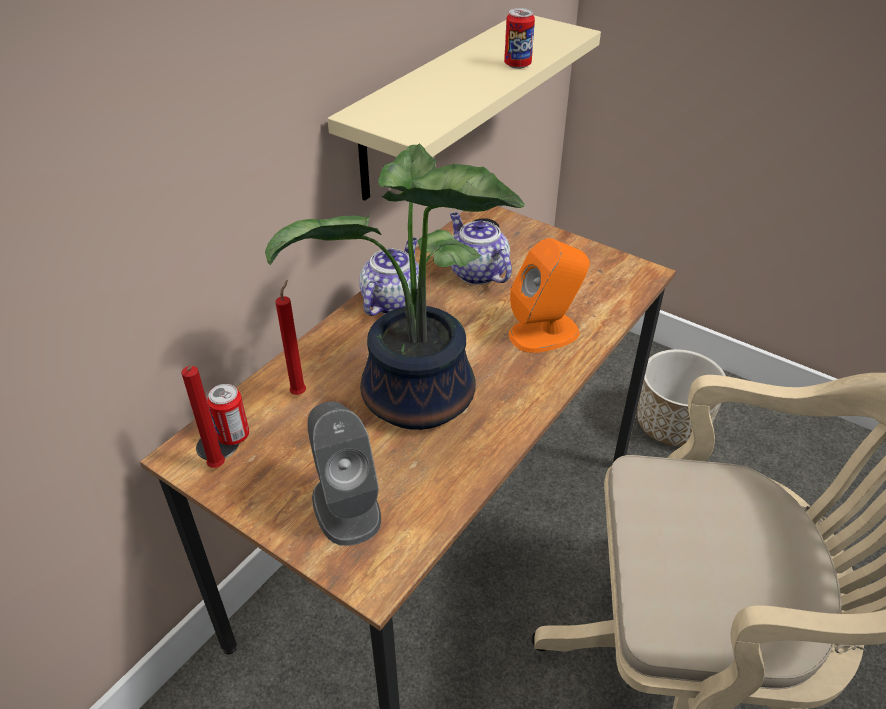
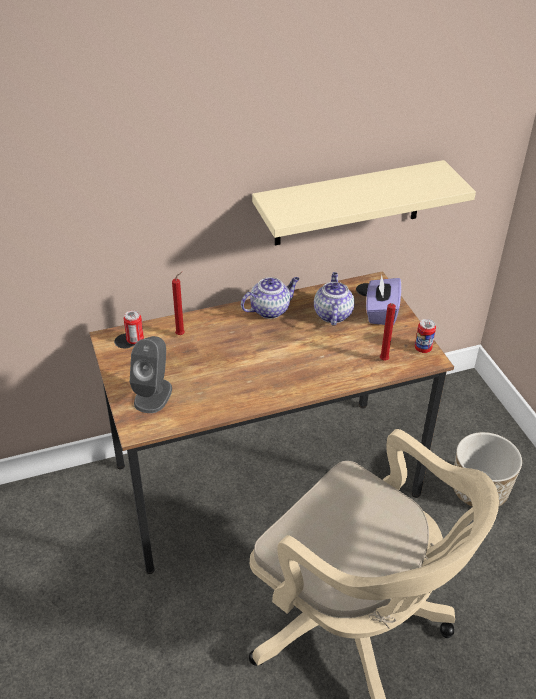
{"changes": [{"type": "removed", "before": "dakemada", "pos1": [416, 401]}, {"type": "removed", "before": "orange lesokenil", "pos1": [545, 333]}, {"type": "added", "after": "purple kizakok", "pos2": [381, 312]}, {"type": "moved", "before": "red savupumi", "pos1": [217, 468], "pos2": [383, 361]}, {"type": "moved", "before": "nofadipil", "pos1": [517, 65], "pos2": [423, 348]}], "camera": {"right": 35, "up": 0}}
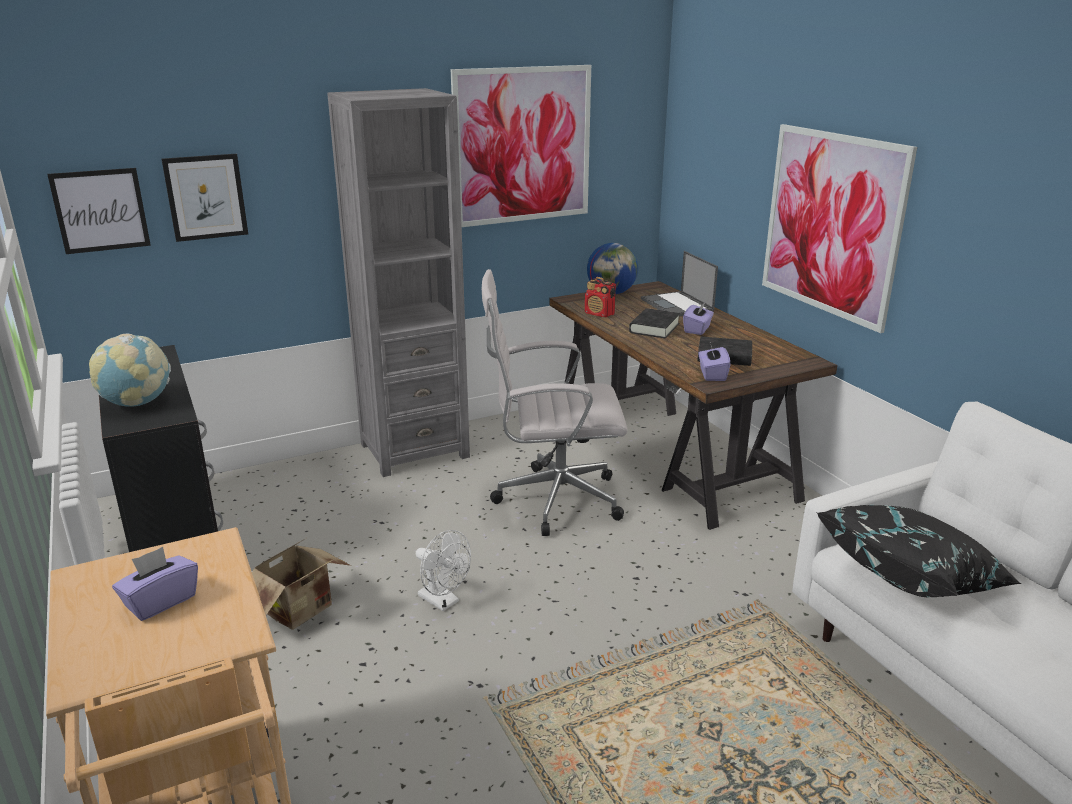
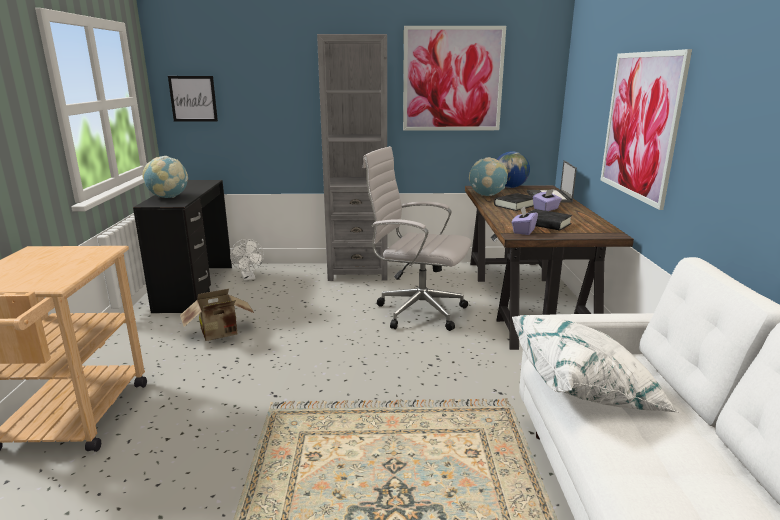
{"changes": [{"type": "removed", "before": "purple kizakok", "pos1": [160, 601]}, {"type": "removed", "before": "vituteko", "pos1": [206, 197]}, {"type": "moved", "before": "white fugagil", "pos1": [443, 601], "pos2": [249, 278]}, {"type": "replaced", "before": "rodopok", "after": "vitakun", "pos1": [599, 314], "pos2": [487, 195]}, {"type": "recoloured", "before": "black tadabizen", "after": "white tadabizen", "pos1": [912, 577], "pos2": [585, 387]}], "camera": {"right": 25, "up": -5}}
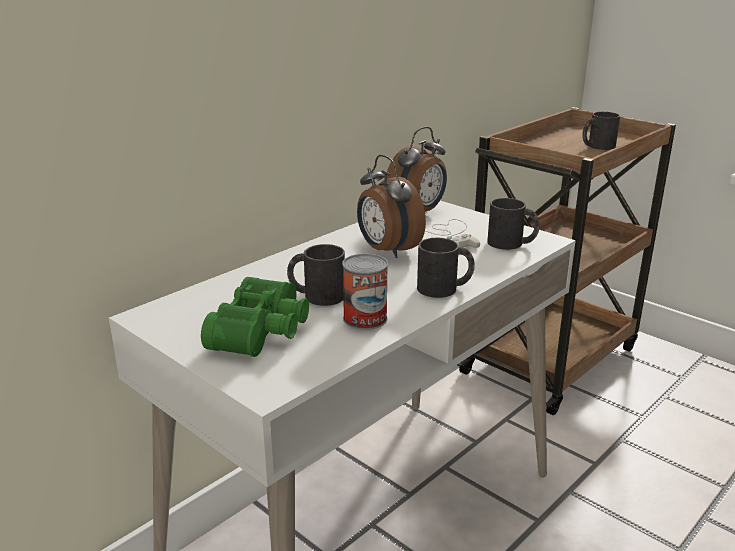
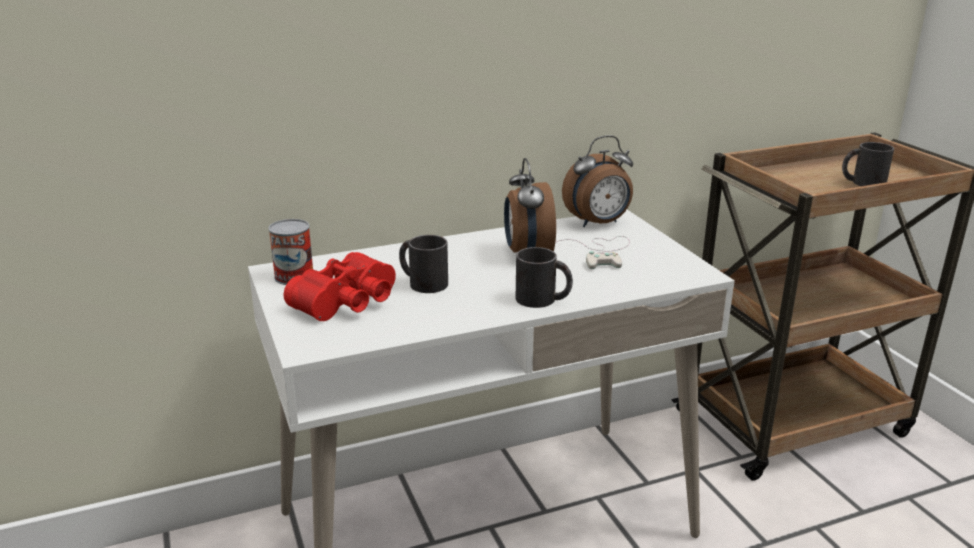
{"changes": [{"type": "removed", "before": "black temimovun", "pos1": [512, 243]}, {"type": "moved", "before": "nofadipil", "pos1": [365, 318], "pos2": [294, 276]}, {"type": "recoloured", "before": "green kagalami", "after": "red kagalami", "pos1": [264, 332], "pos2": [349, 303]}], "camera": {"right": 25, "up": 0}}
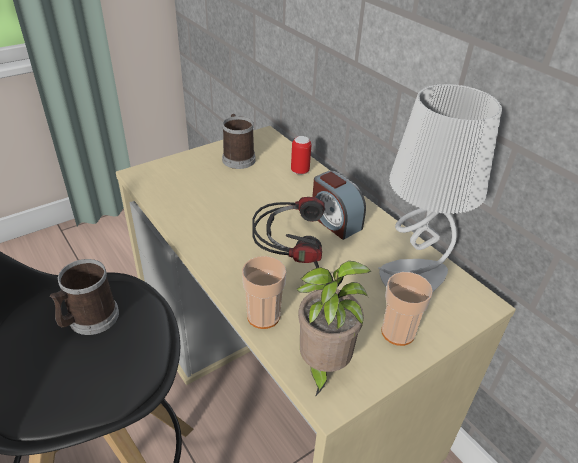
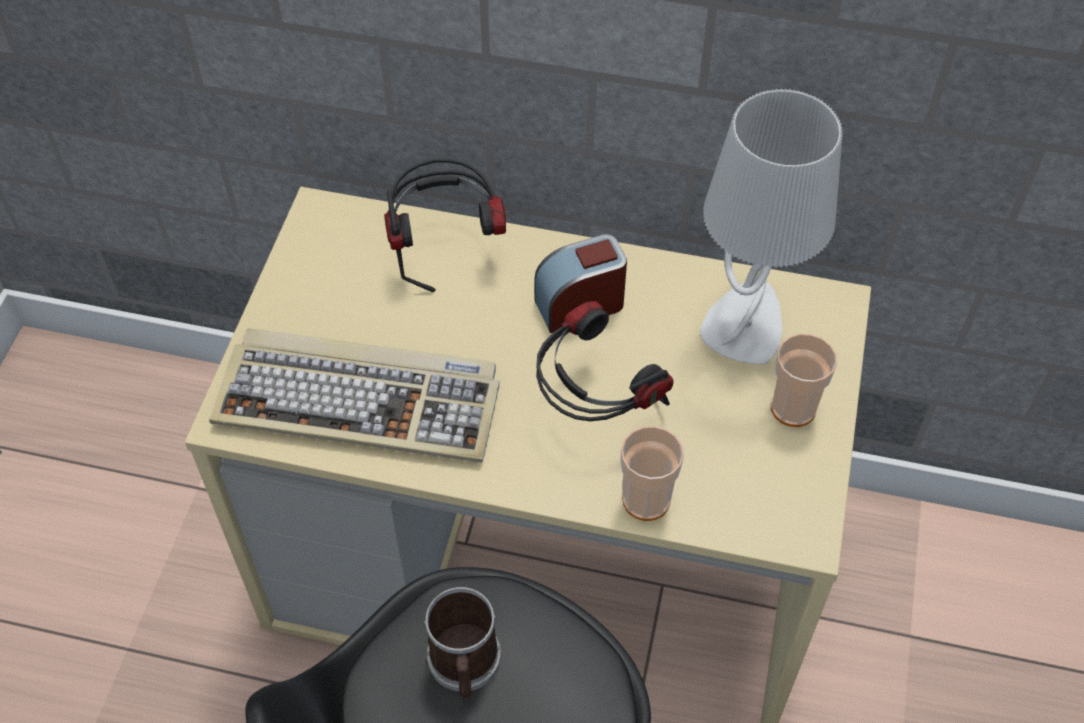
{"changes": [{"type": "removed", "before": "temimovun", "pos1": [238, 157]}, {"type": "removed", "before": "dakemada", "pos1": [322, 367]}, {"type": "added", "after": "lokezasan", "pos2": [361, 400]}, {"type": "replaced", "before": "nofadipil", "after": "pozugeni", "pos1": [300, 171], "pos2": [446, 249]}, {"type": "turned", "before": "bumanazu", "pos1": [334, 221], "pos2": [580, 304], "turn": 150}], "camera": {"right": -40, "up": 15}}
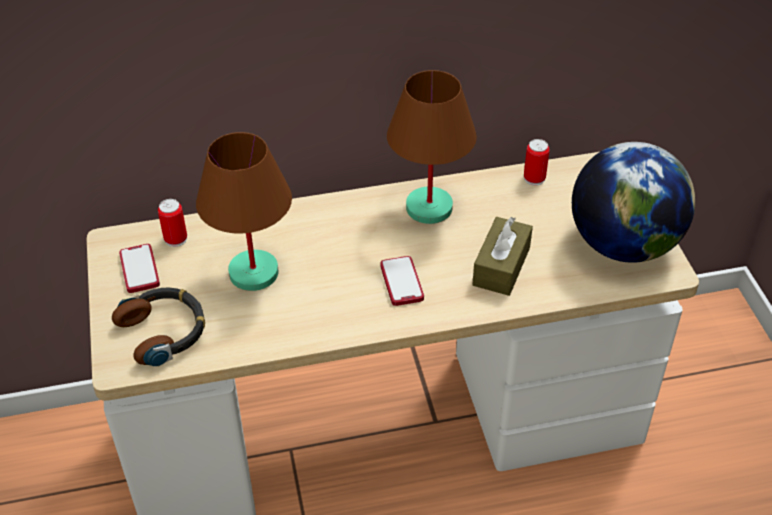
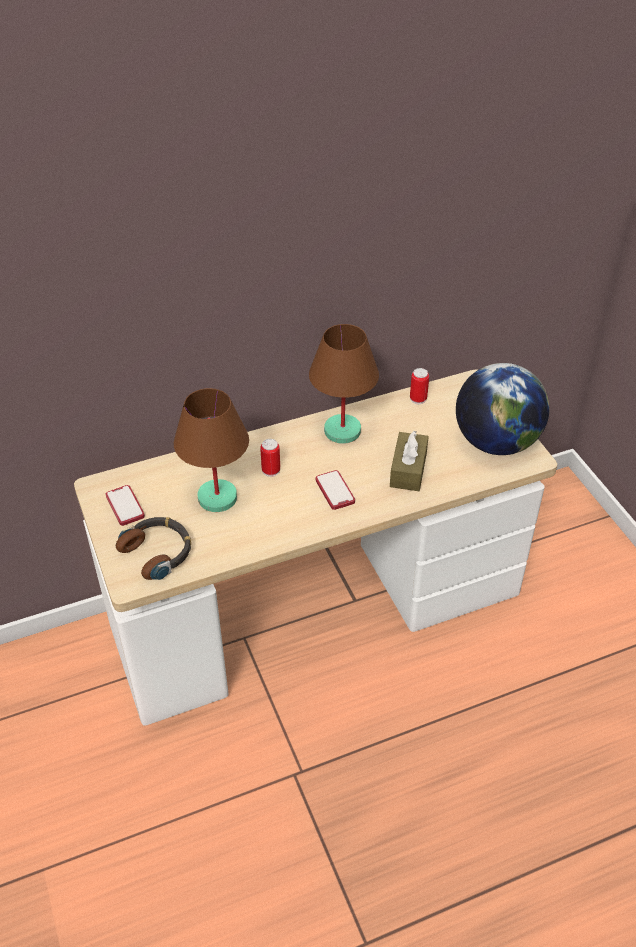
{"changes": [{"type": "moved", "before": "nofadipil", "pos1": [175, 239], "pos2": [271, 470]}], "camera": {"right": -10, "up": 0}}
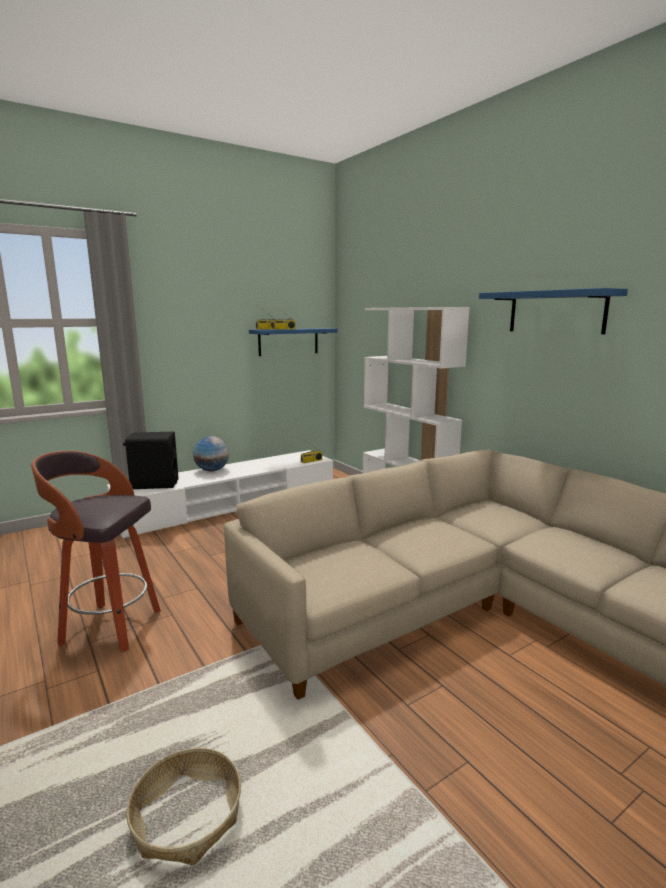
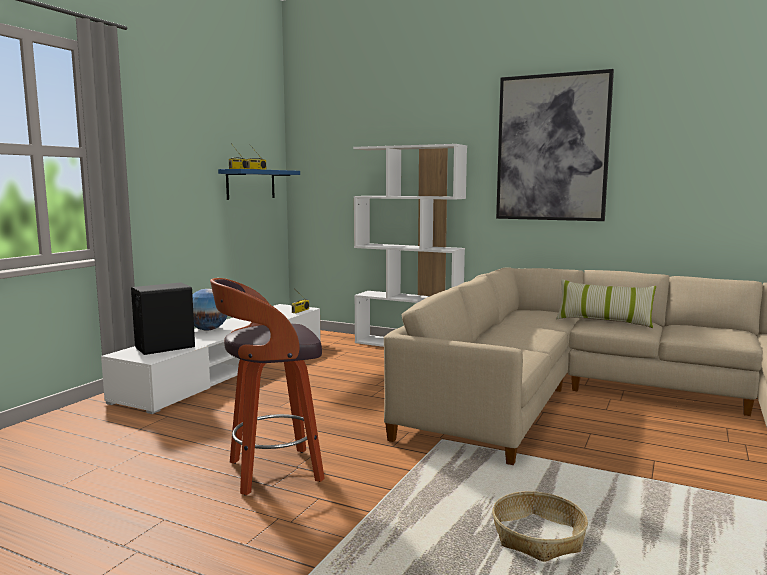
{"changes": [{"type": "added", "after": "tadabizen", "pos2": [603, 321]}, {"type": "replaced", "before": "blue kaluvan", "after": "vituteko", "pos1": [556, 312], "pos2": [552, 148]}], "camera": {"right": -30, "up": -5}}
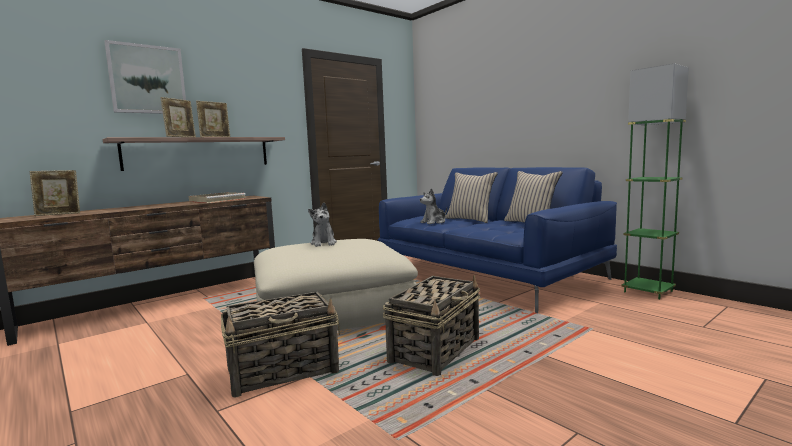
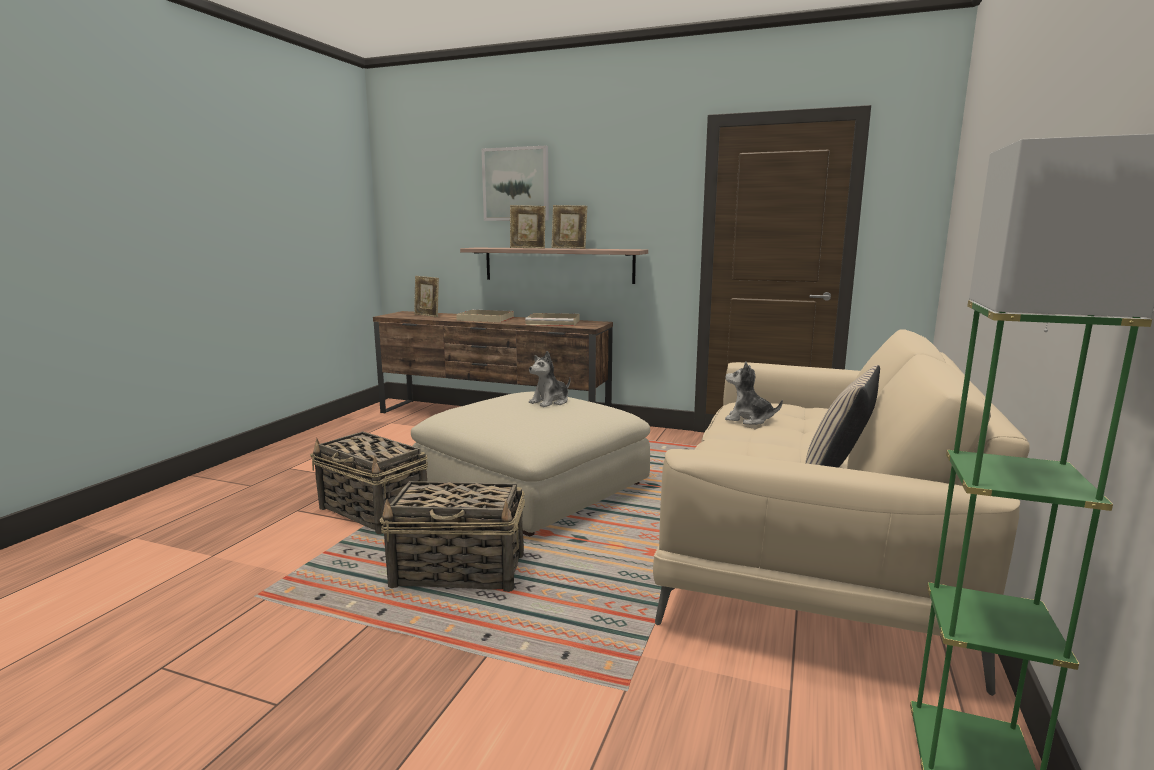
{"changes": [{"type": "removed", "before": "beige tadabizen", "pos1": [470, 219]}, {"type": "added", "after": "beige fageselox", "pos2": [484, 319]}, {"type": "recoloured", "before": "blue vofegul", "after": "beige vofegul", "pos1": [487, 274], "pos2": [812, 546]}], "camera": {"right": 60, "up": 5}}
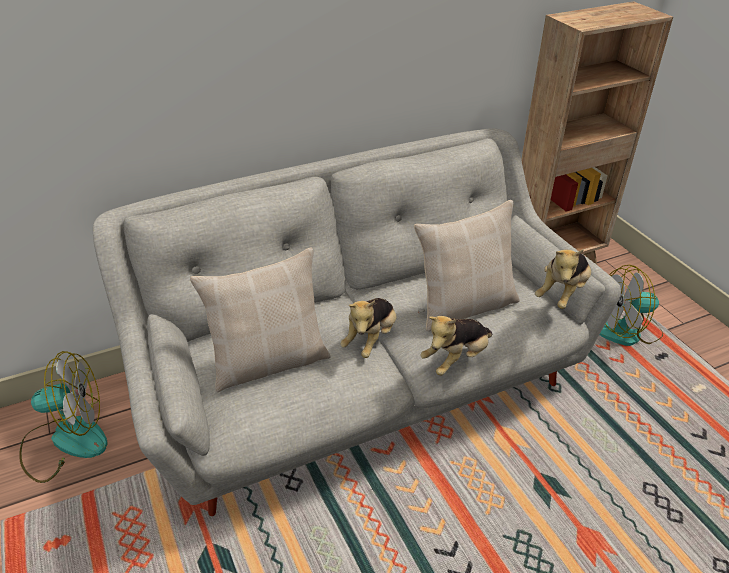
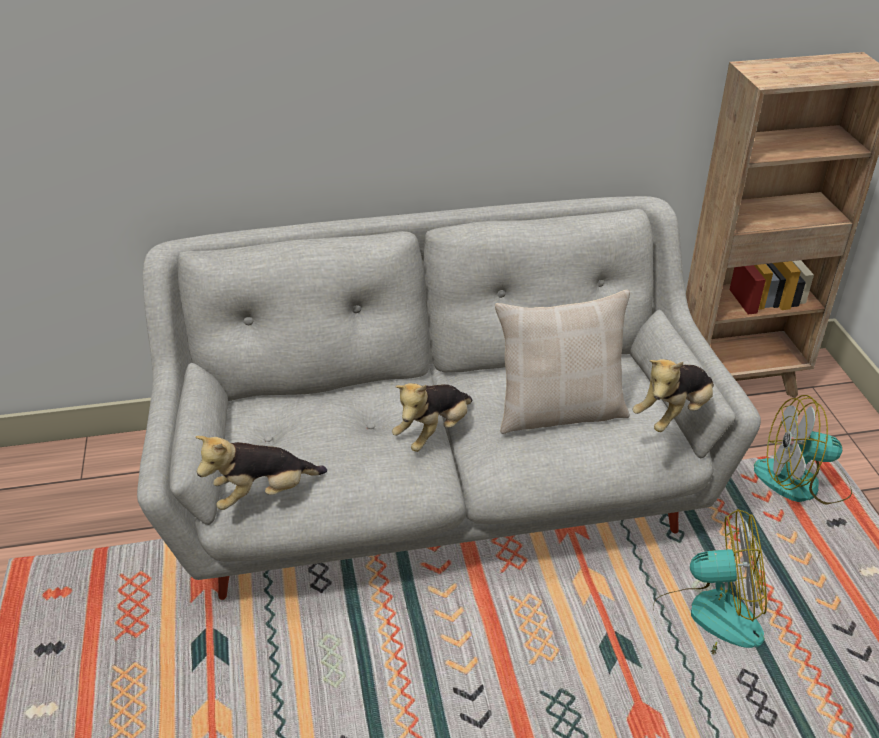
{"changes": [{"type": "removed", "before": "beige tadabizen", "pos1": [269, 361]}, {"type": "moved", "before": "fugagil", "pos1": [65, 441], "pos2": [707, 619]}, {"type": "moved", "before": "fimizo", "pos1": [456, 359], "pos2": [263, 494]}], "camera": {"right": 15, "up": 0}}
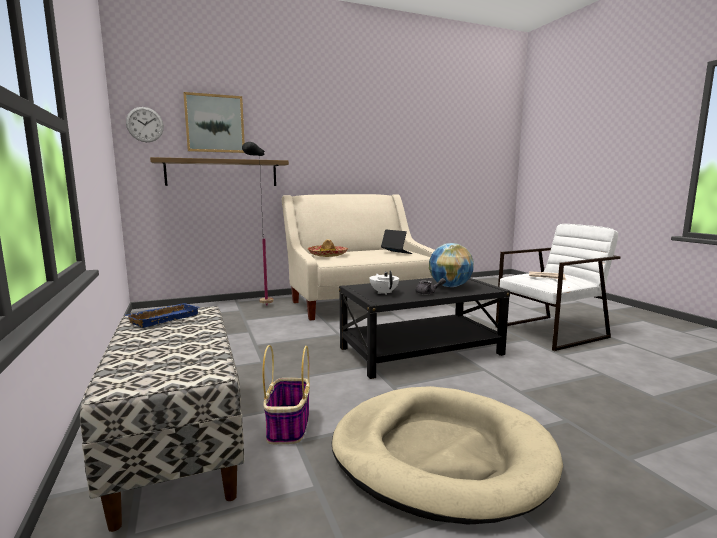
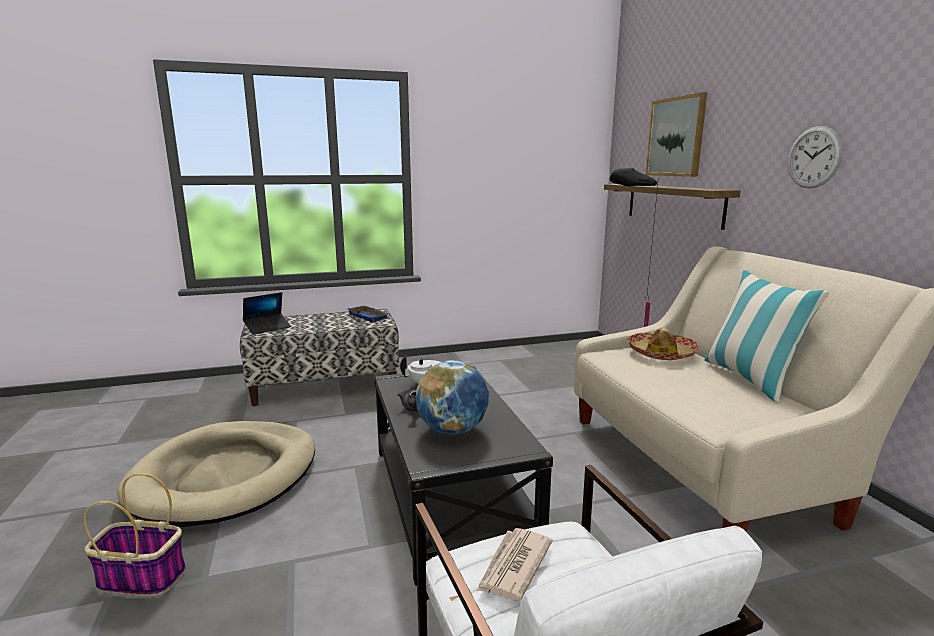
{"changes": [{"type": "added", "after": "tadabizen", "pos2": [750, 379]}, {"type": "moved", "before": "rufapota", "pos1": [145, 124], "pos2": [814, 157]}, {"type": "moved", "before": "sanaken", "pos1": [288, 427], "pos2": [140, 578]}, {"type": "moved", "before": "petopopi", "pos1": [396, 253], "pos2": [267, 328]}], "camera": {"right": 95, "up": 5}}
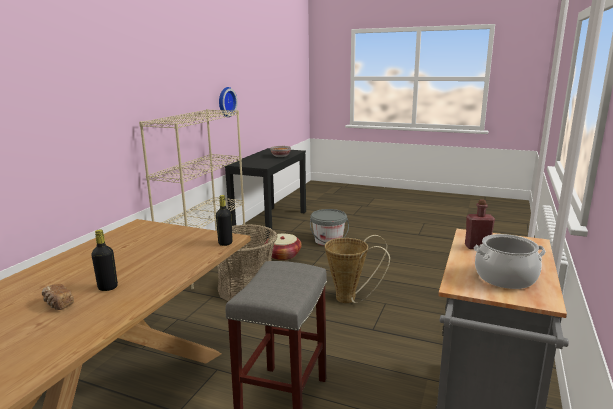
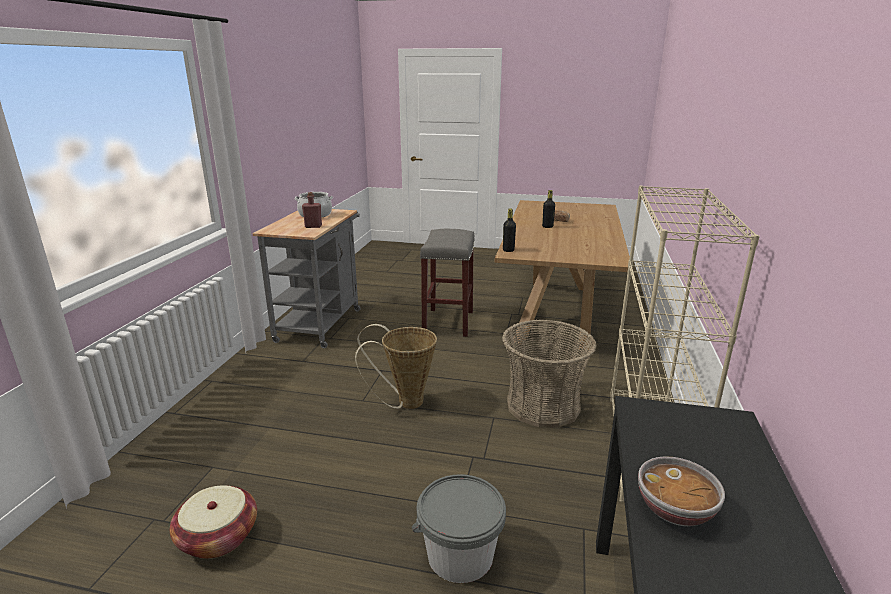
{"changes": [{"type": "removed", "before": "rufapota", "pos1": [225, 102]}, {"type": "moved", "before": "sanaken", "pos1": [283, 255], "pos2": [218, 537]}], "camera": {"right": 170, "up": 5}}
